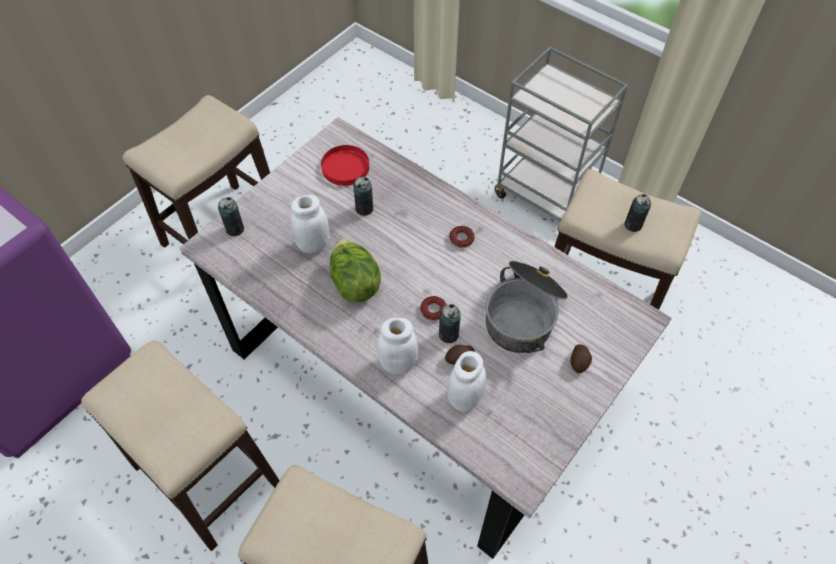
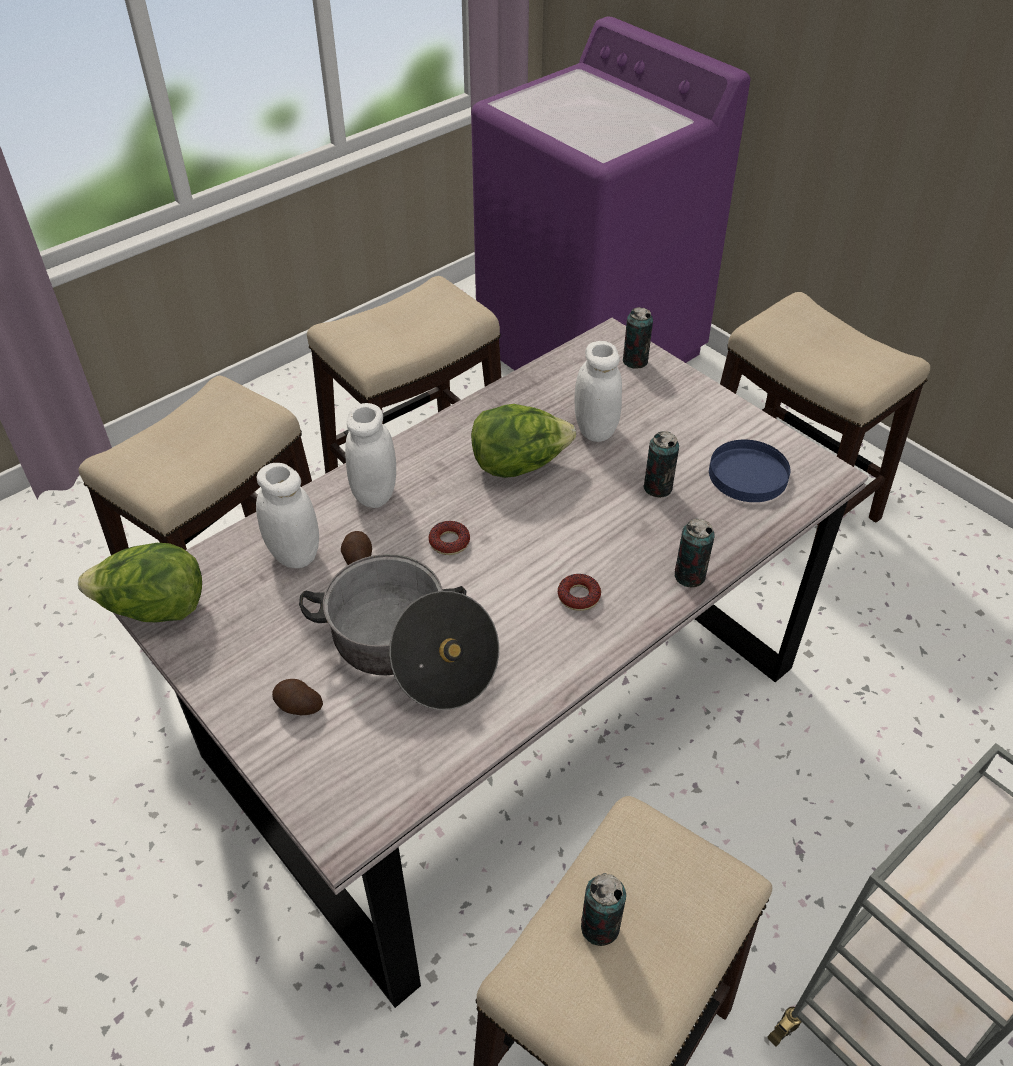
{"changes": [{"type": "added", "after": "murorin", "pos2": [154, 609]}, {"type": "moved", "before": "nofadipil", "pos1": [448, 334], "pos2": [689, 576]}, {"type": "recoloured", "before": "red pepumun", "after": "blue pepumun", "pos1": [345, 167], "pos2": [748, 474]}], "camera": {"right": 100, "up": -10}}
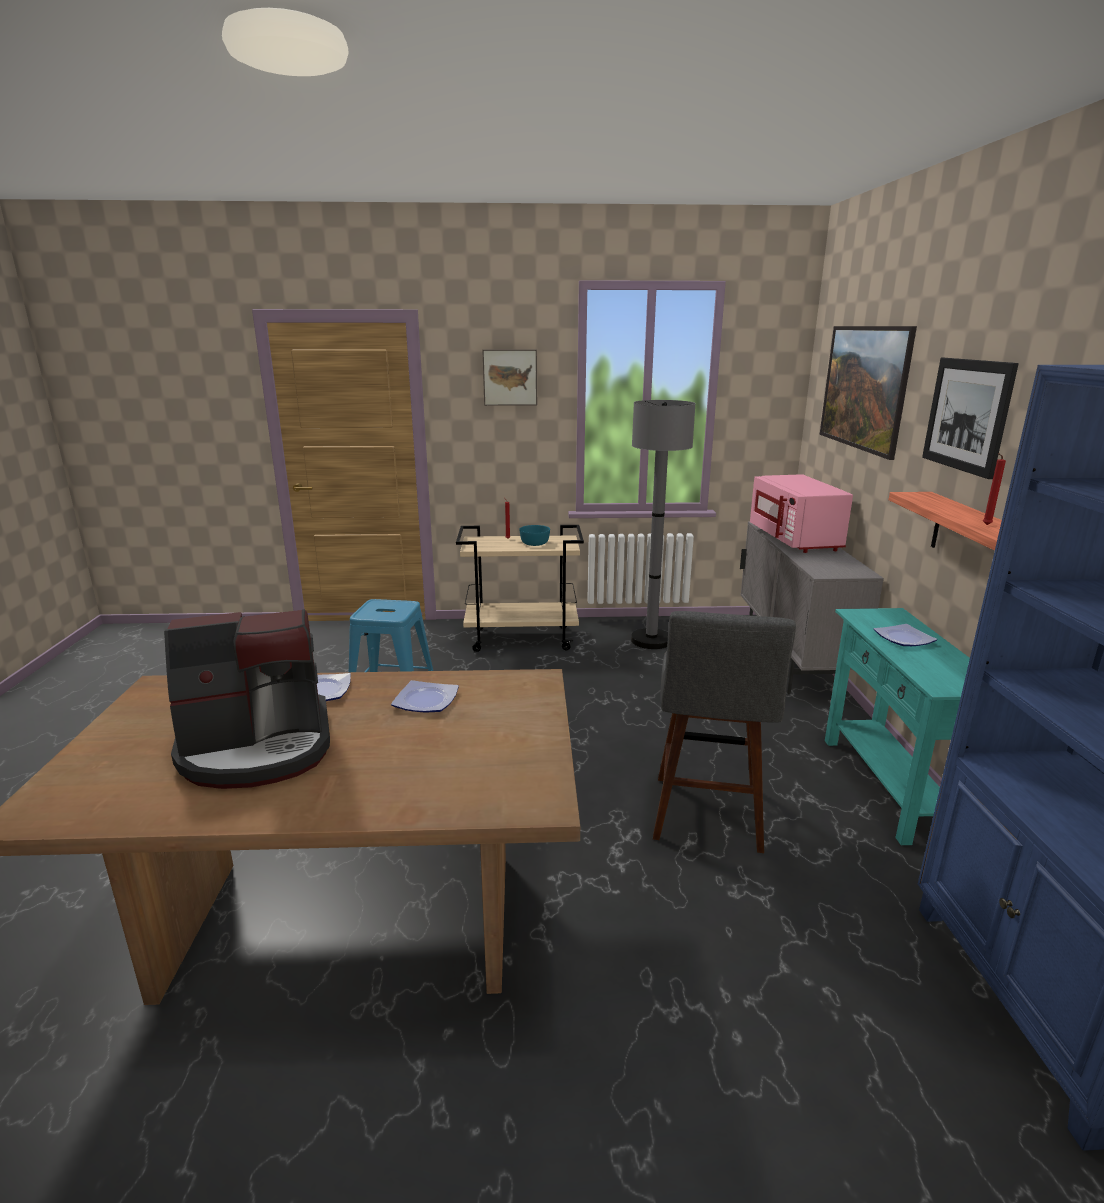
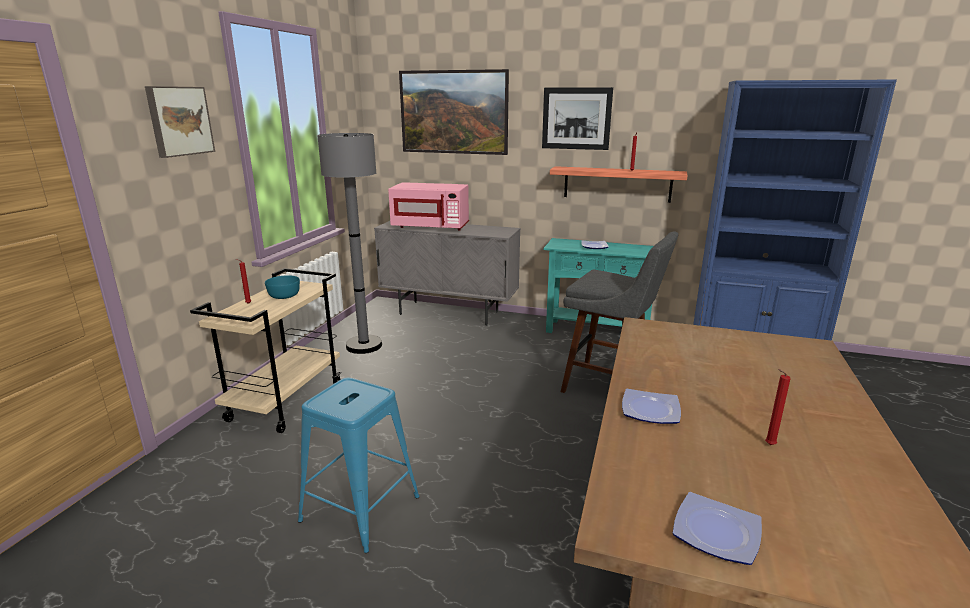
{"changes": [{"type": "moved", "before": "pepumun", "pos1": [426, 701], "pos2": [718, 532]}, {"type": "replaced", "before": "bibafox", "after": "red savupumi", "pos1": [258, 748], "pos2": [768, 445]}], "camera": {"right": -70, "up": 0}}
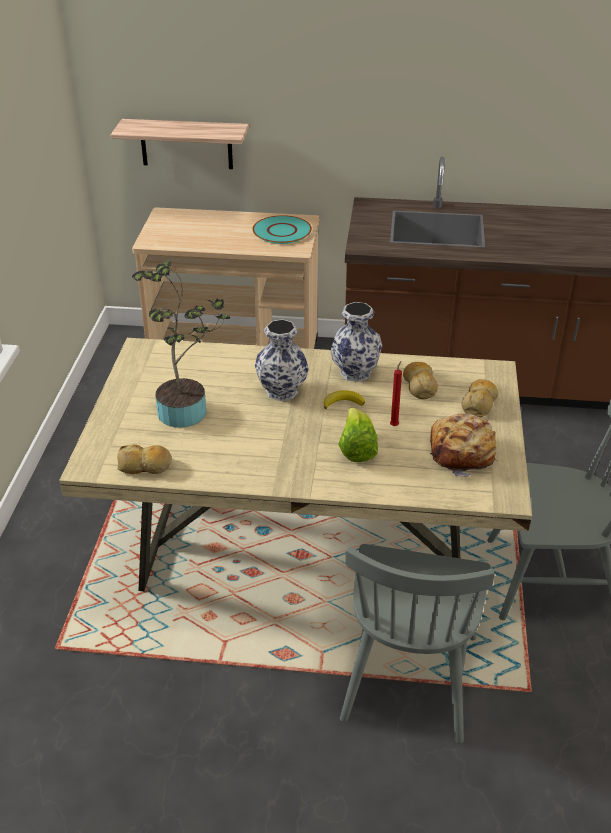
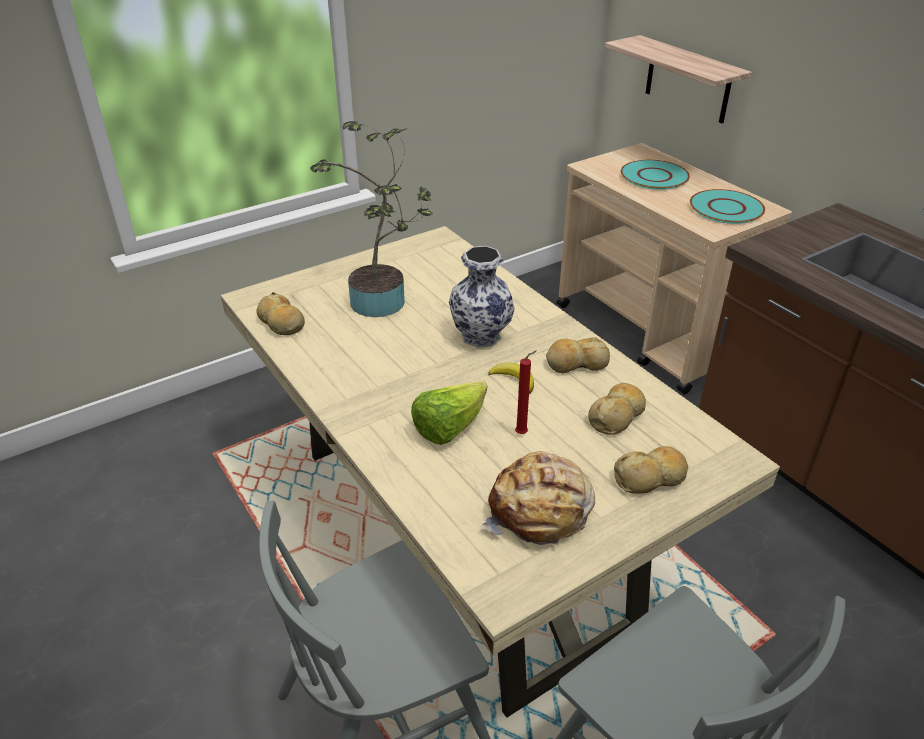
{"changes": [{"type": "added", "after": "turquoise pepumun", "pos2": [653, 176]}, {"type": "replaced", "before": "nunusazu", "after": "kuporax", "pos1": [356, 372], "pos2": [576, 363]}], "camera": {"right": 50, "up": 0}}
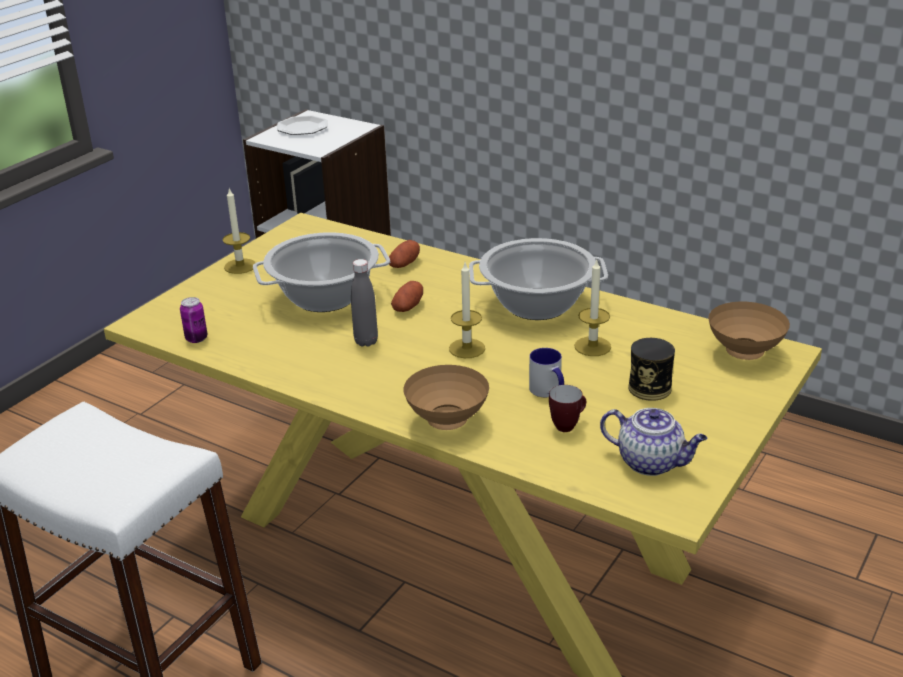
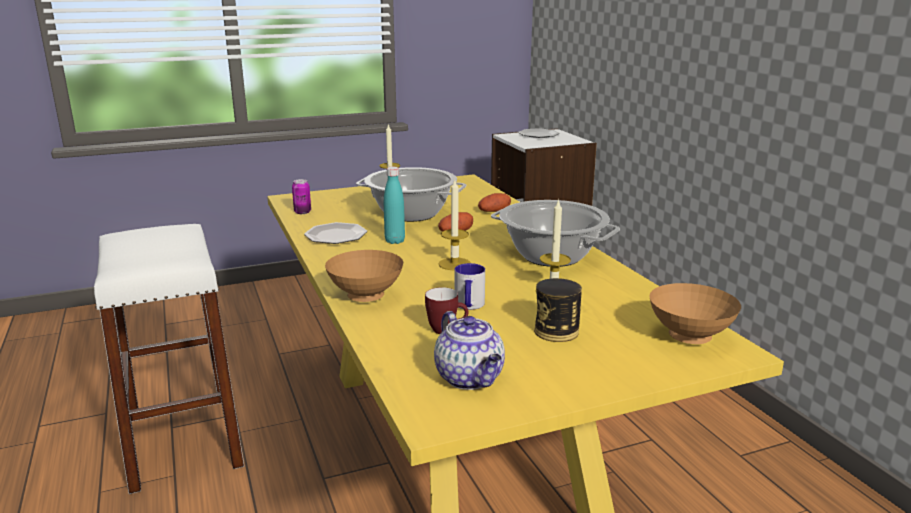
{"changes": [{"type": "added", "after": "pepumun", "pos2": [335, 236]}, {"type": "recoloured", "before": "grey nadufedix", "after": "turquoise nadufedix", "pos1": [366, 341], "pos2": [395, 241]}], "camera": {"right": 35, "up": -10}}
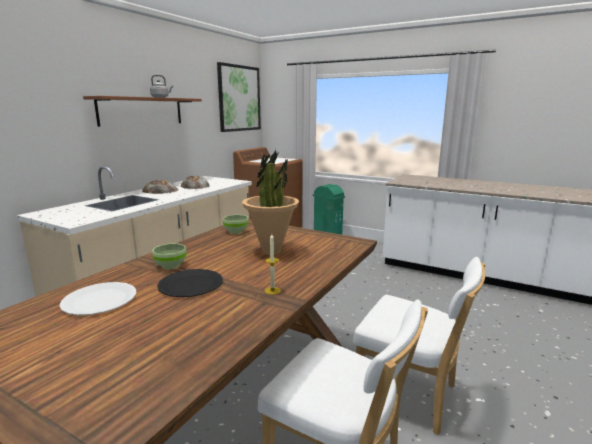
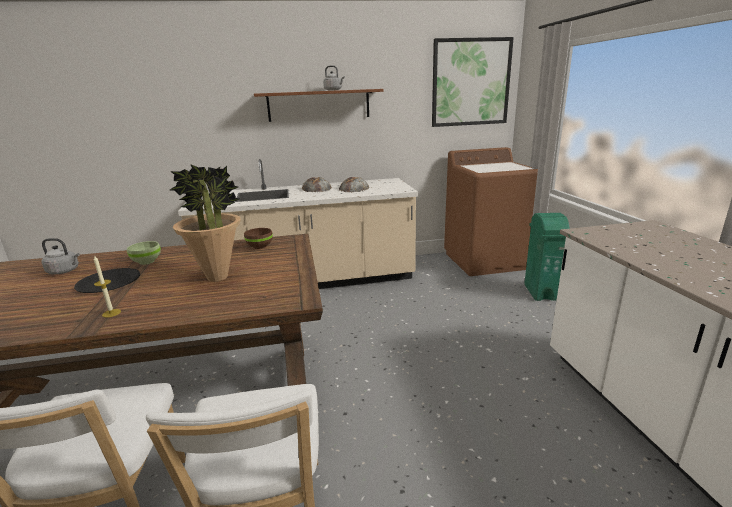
{"changes": [{"type": "replaced", "before": "white pepumun", "after": "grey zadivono", "pos1": [100, 300], "pos2": [65, 271]}, {"type": "recoloured", "before": "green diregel", "after": "brown diregel", "pos1": [236, 232], "pos2": [259, 247]}], "camera": {"right": 50, "up": 5}}
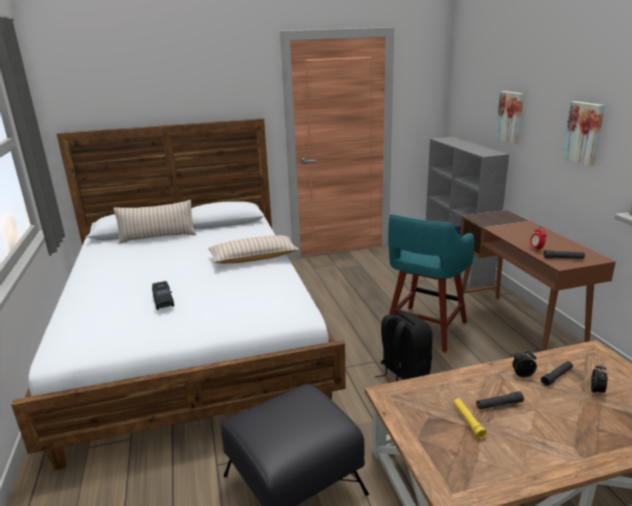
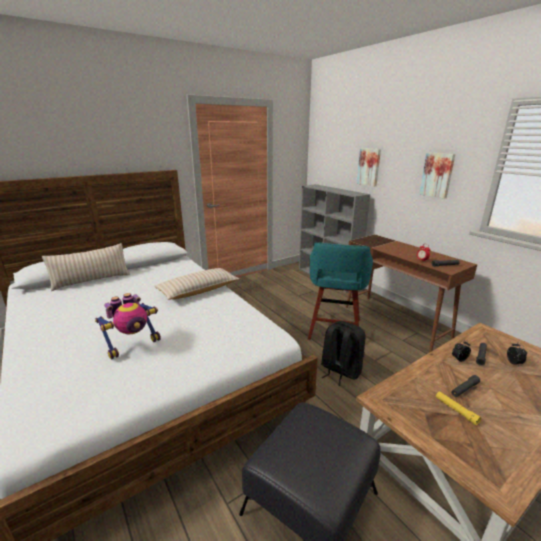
{"changes": [{"type": "replaced", "before": "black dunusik", "after": "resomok", "pos1": [163, 301], "pos2": [133, 345]}], "camera": {"right": -20, "up": 0}}
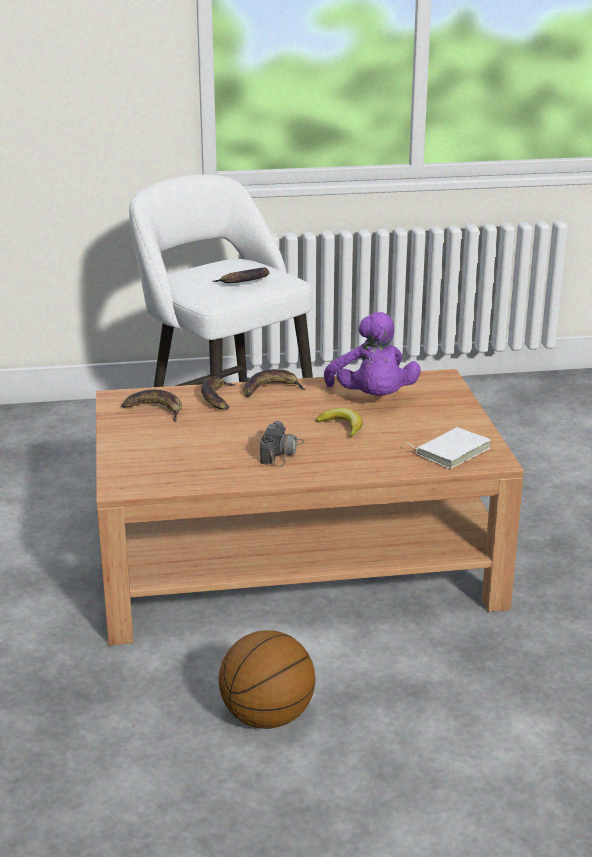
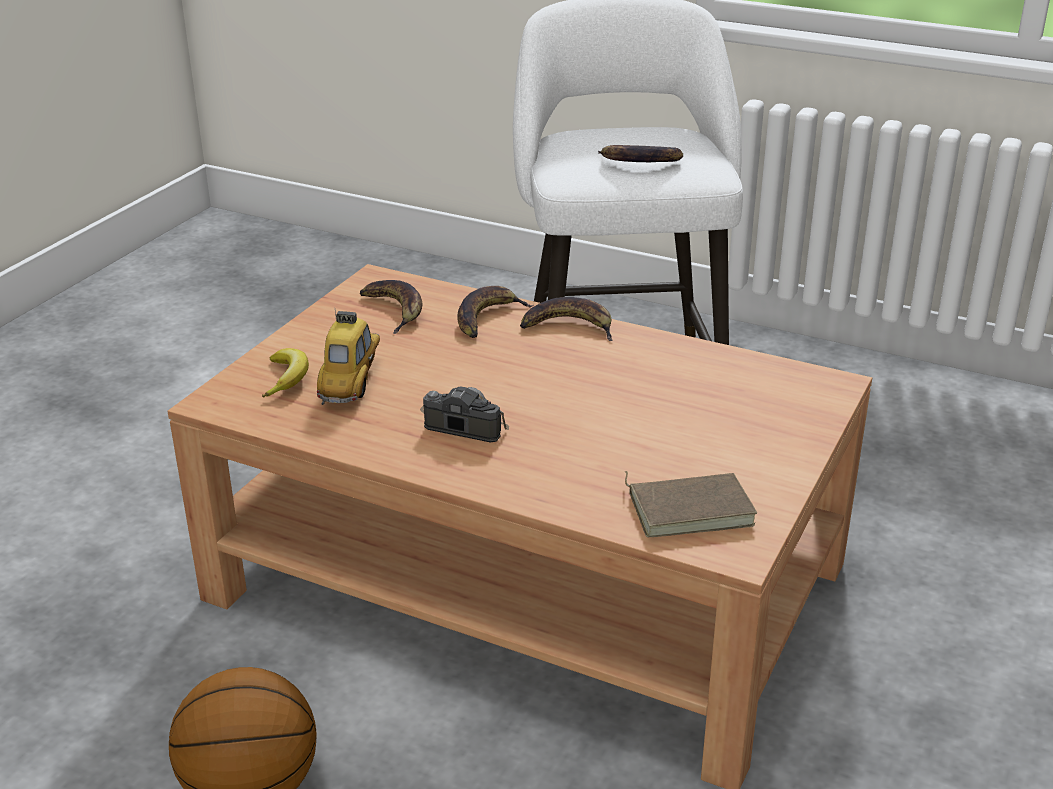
{"changes": [{"type": "removed", "before": "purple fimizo", "pos1": [372, 399]}, {"type": "added", "after": "dunusik", "pos2": [352, 381]}, {"type": "moved", "before": "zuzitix", "pos1": [342, 427], "pos2": [287, 378]}, {"type": "recoloured", "before": "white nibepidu", "after": "brown nibepidu", "pos1": [451, 450], "pos2": [690, 508]}, {"type": "turned", "before": "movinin", "pos1": [282, 452], "pos2": [460, 423], "turn": -120}], "camera": {"right": 35, "up": 5}}
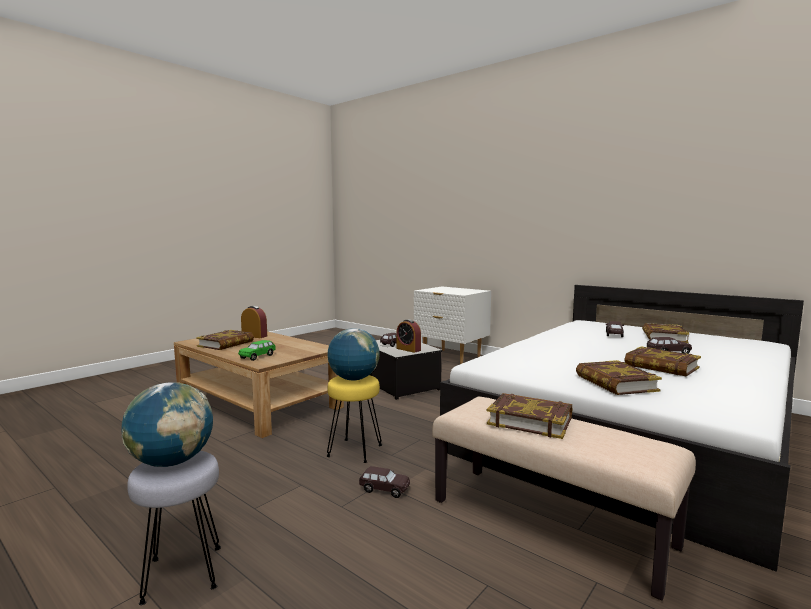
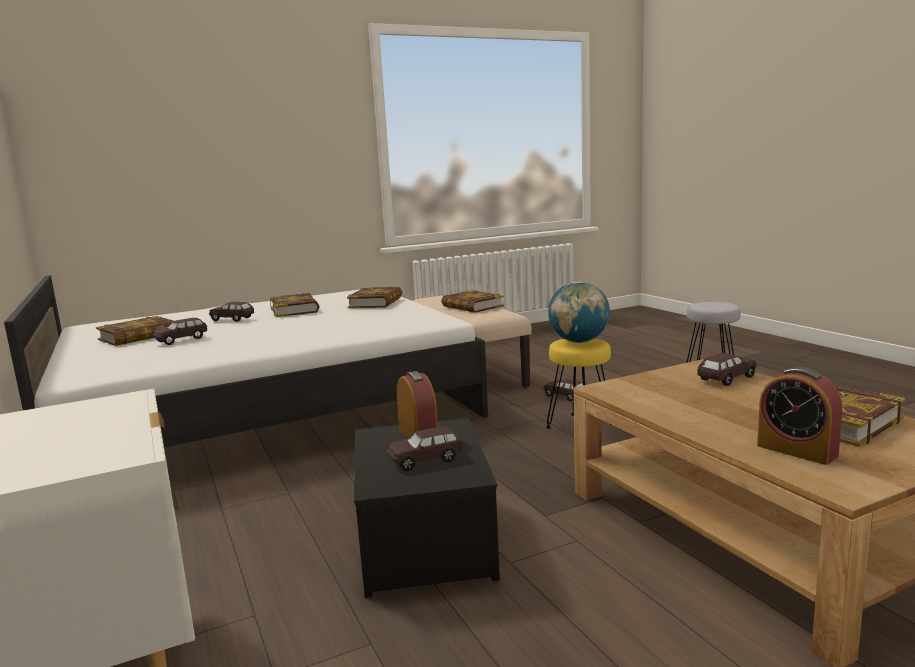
{"changes": [{"type": "removed", "before": "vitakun", "pos1": [172, 462]}, {"type": "recoloured", "before": "green dunusik", "after": "brown dunusik", "pos1": [257, 356], "pos2": [726, 379]}], "camera": {"right": -155, "up": 5}}
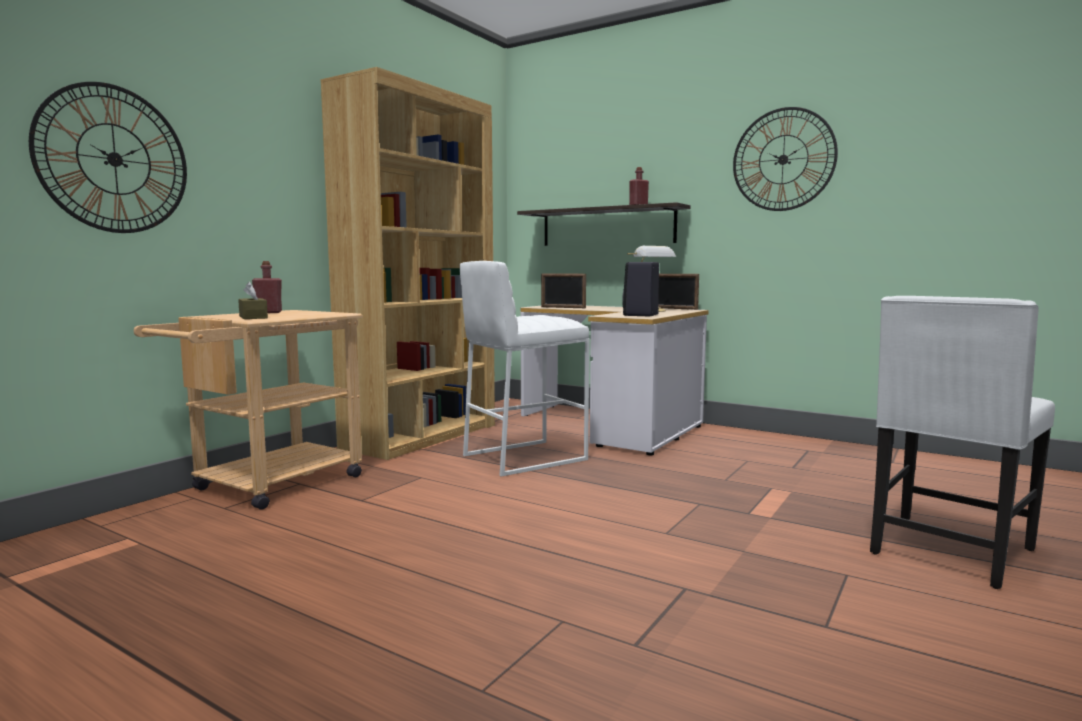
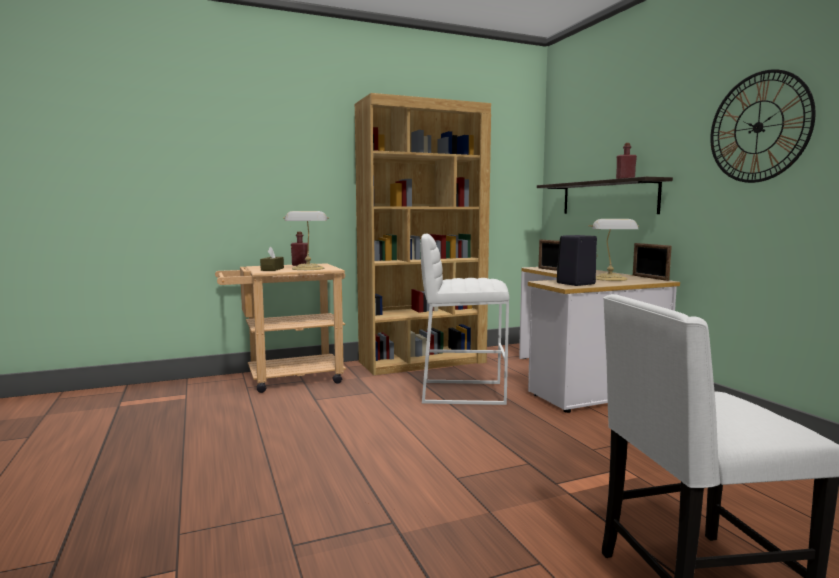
{"changes": [{"type": "removed", "before": "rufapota", "pos1": [114, 159]}, {"type": "added", "after": "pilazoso", "pos2": [308, 268]}], "camera": {"right": 35, "up": 0}}
